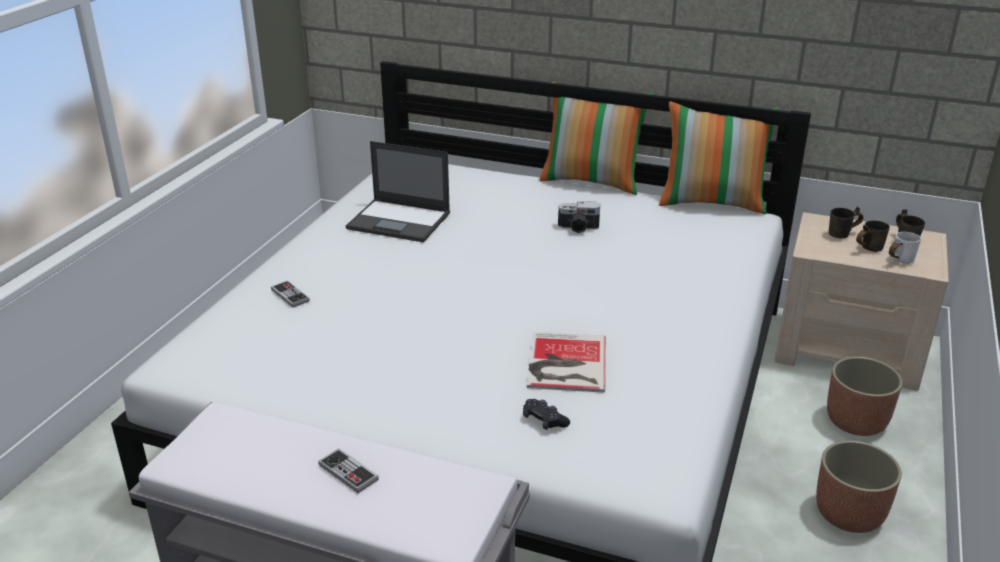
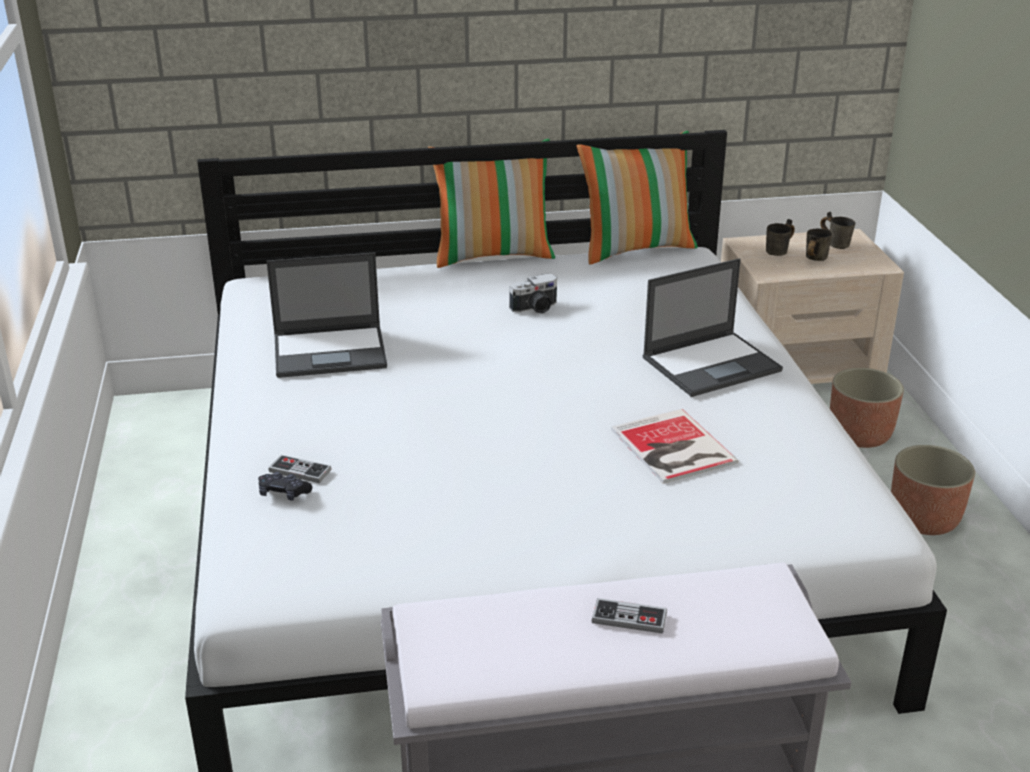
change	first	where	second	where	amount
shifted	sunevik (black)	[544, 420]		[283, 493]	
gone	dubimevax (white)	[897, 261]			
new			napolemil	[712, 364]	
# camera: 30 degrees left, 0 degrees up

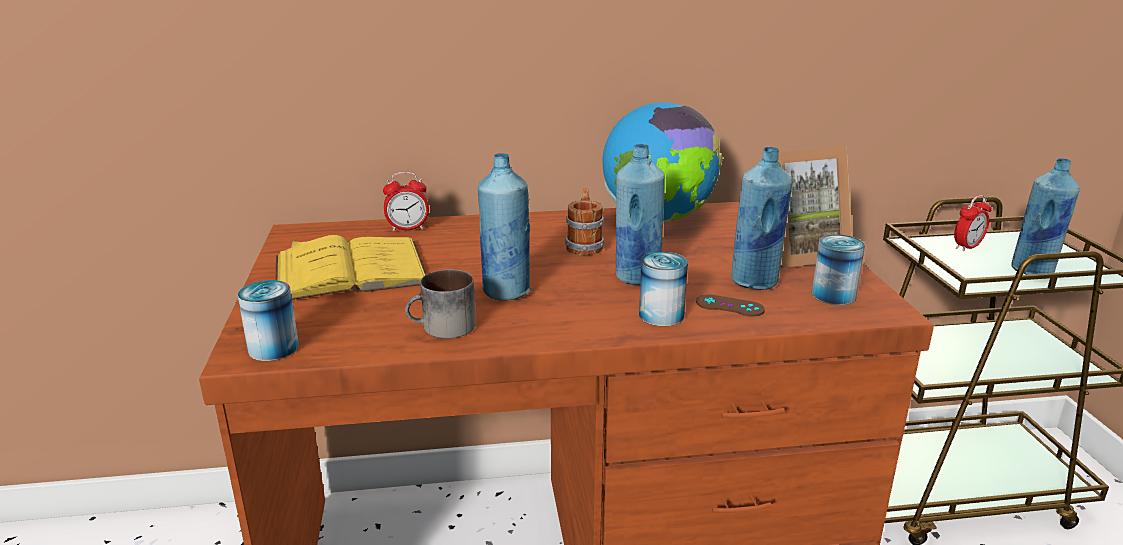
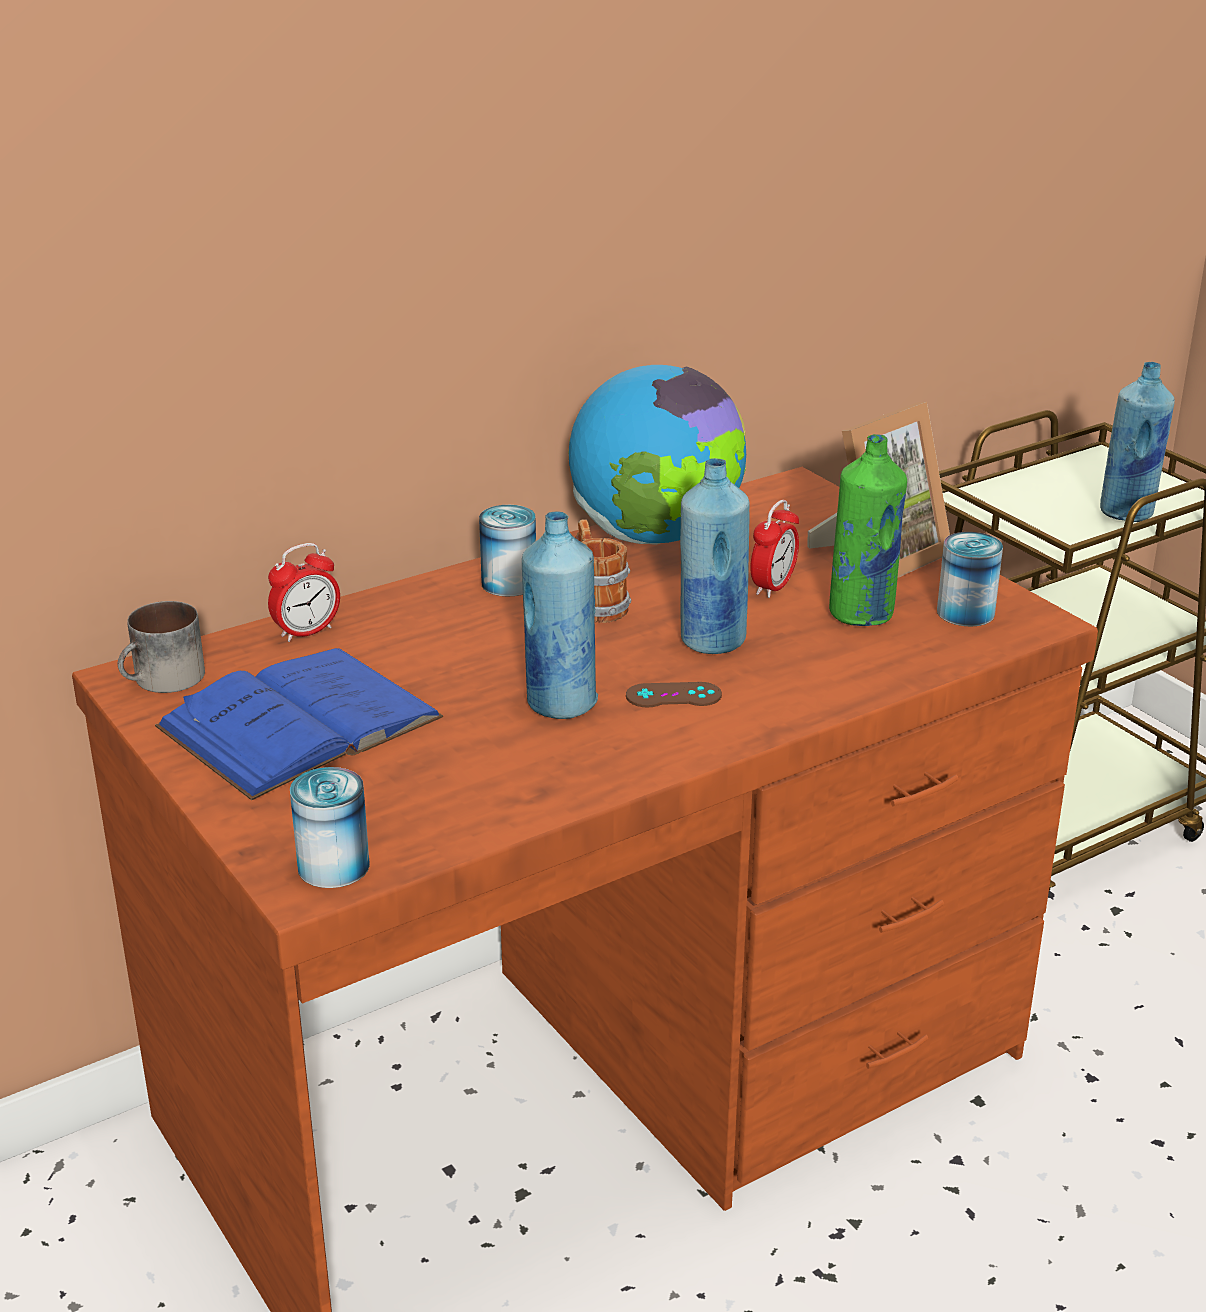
change	first	where	second	where	amount
repainted	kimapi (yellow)	[350, 270]	kimapi (blue)	[299, 722]	
shifted	dubimevax	[443, 328]		[164, 681]	
shifted	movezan	[661, 315]		[509, 583]	
shifted	sunevik (brown)	[730, 306]		[673, 696]	
repainted	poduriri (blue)	[755, 282]	poduriri (green)	[862, 614]	
shifted	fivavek	[967, 247]		[773, 587]	
# camera: 25 degrees left, 5 degrees up

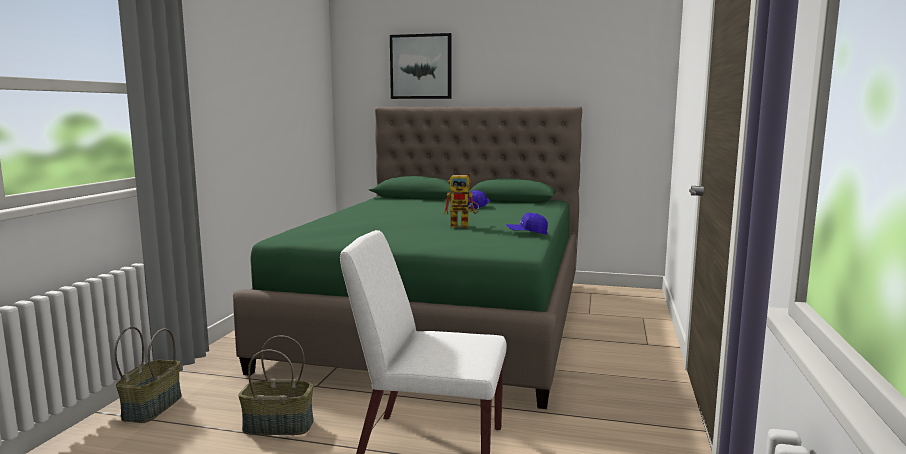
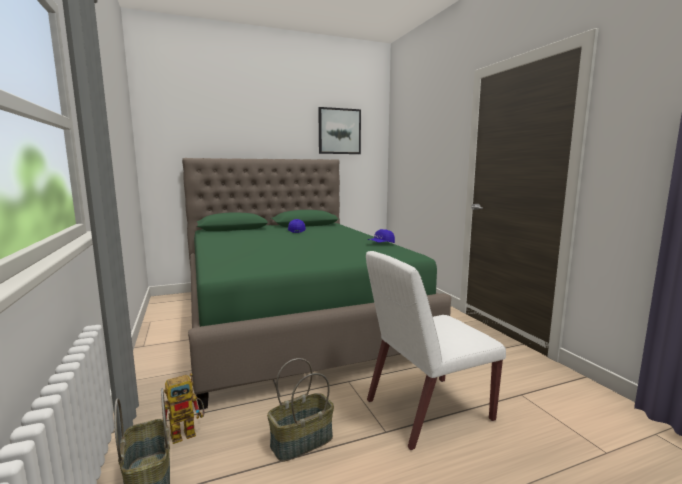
change	first	where	second	where	amount
shifted	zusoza	[421, 66]		[339, 131]	
shifted	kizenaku	[464, 226]		[188, 431]	
# camera: 35 degrees left, 0 degrees up

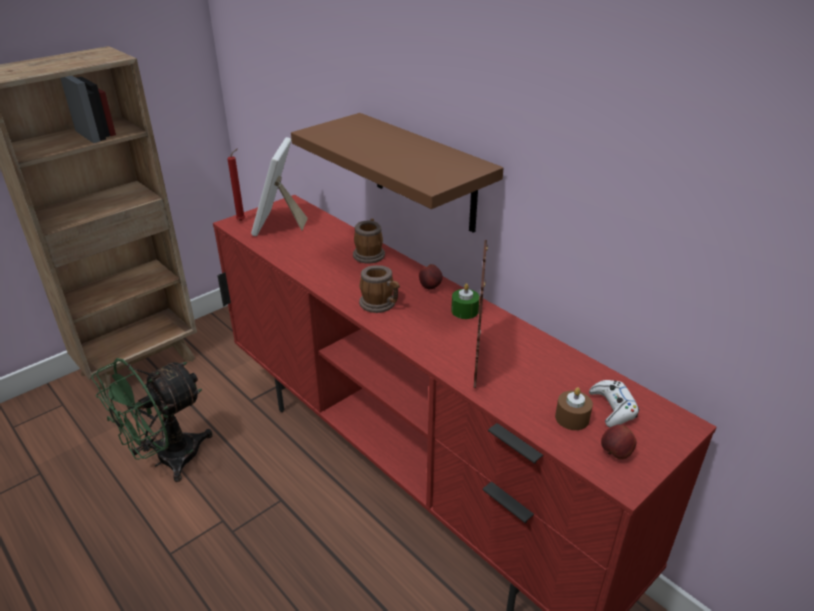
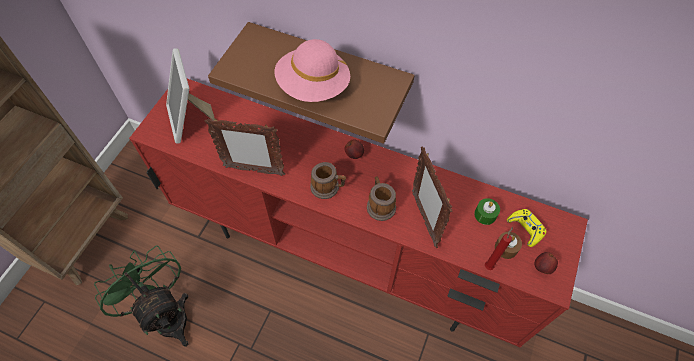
change	first	where	second	where	amount
rotated	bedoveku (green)	[167, 460]		[166, 314]	120 degrees clockwise
shifted	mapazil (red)	[242, 220]		[489, 265]	
shifted	dubimevax	[369, 253]		[380, 205]	
shifted	mapazil (green)	[464, 311]		[485, 214]	
repainted	sunevik (white)	[613, 408]	sunevik (yellow)	[525, 228]	
new			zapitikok	[253, 170]	
new			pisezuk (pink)	[313, 86]	
# camera: 25 degrees left, 25 degrees up

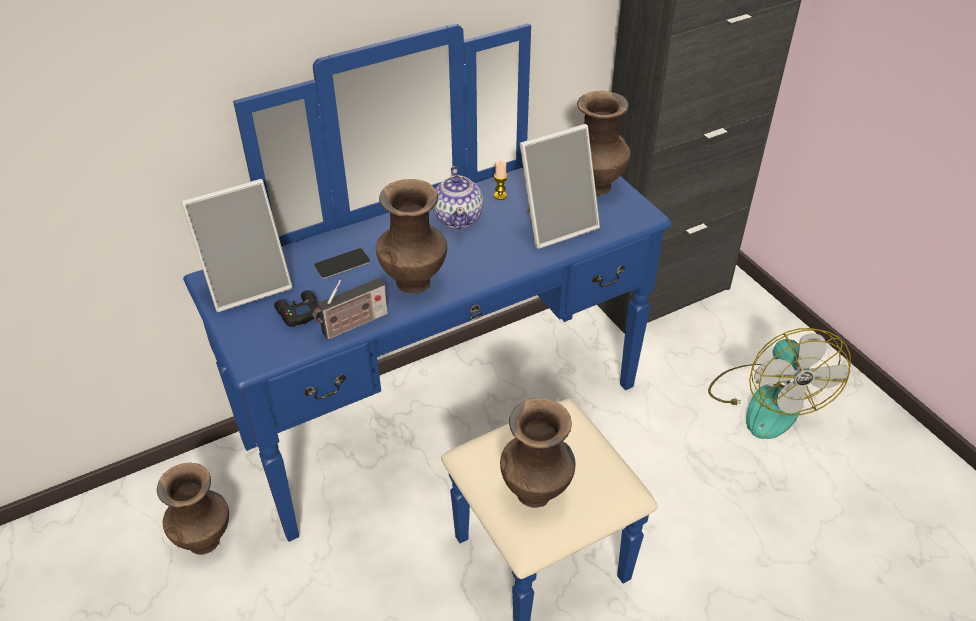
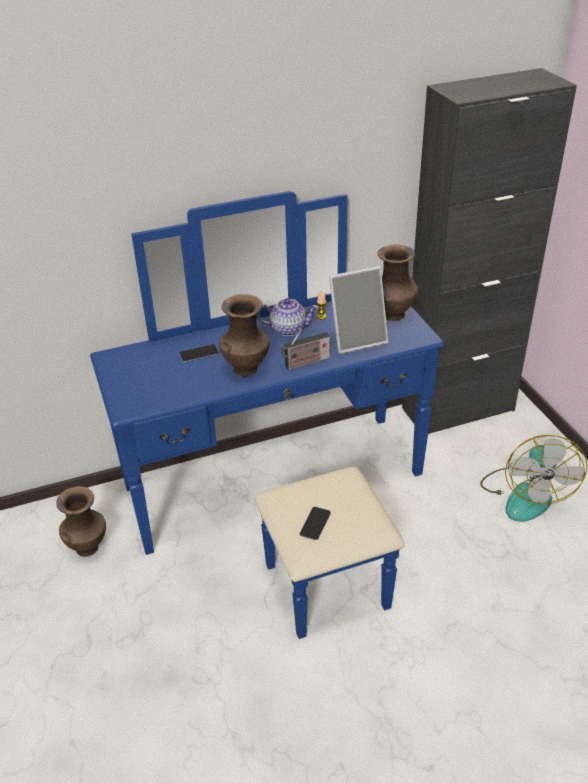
change	first	where	second	where	amount
gone	zapitikok	[248, 284]			
gone	sunevik (black)	[298, 312]			
shifted	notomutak	[352, 325]		[305, 363]	
rotated	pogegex	[458, 217]		[288, 329]	90 degrees counterclockwise
swapped	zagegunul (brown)	[536, 491]	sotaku	[315, 523]	
# camera: 10 degrees right, 5 degrees down

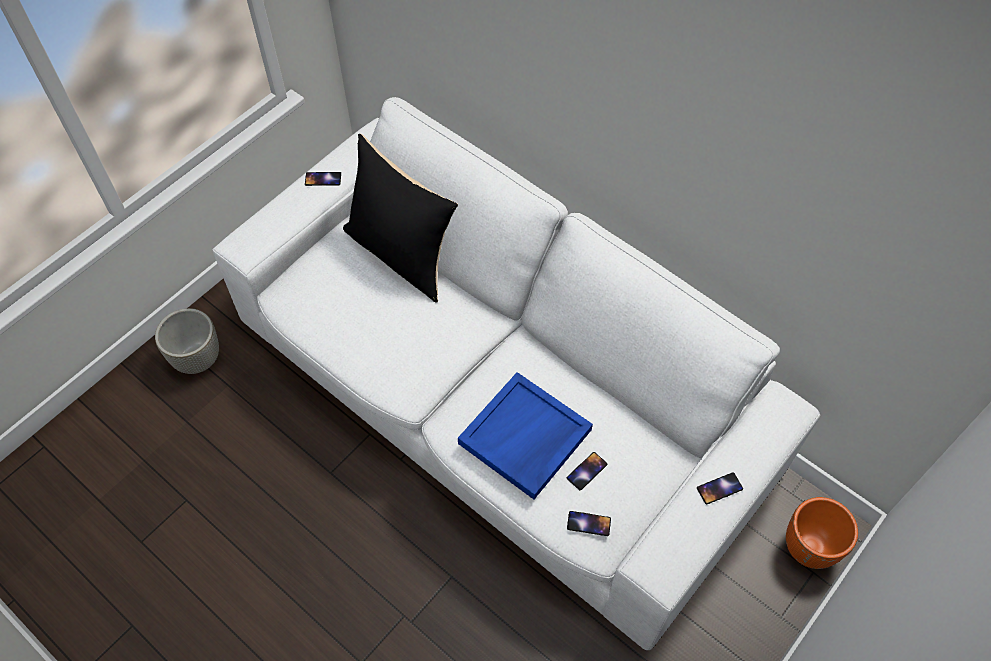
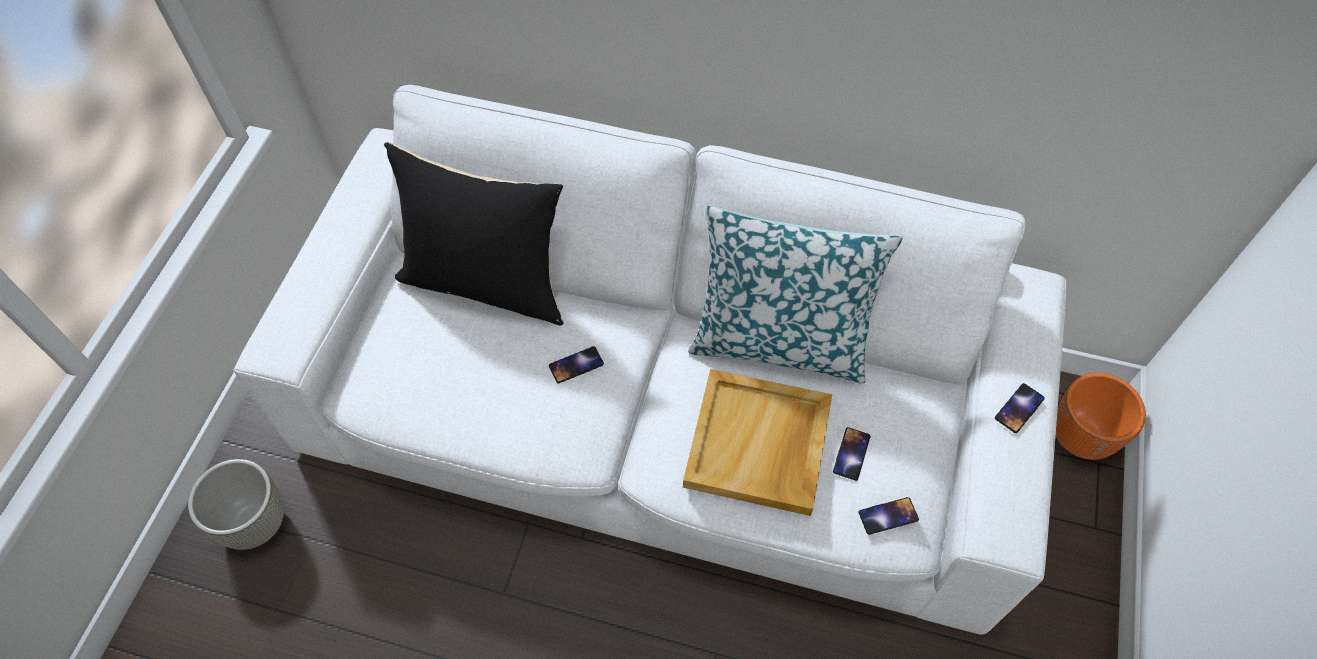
change	first	where	second	where	amount
shifted	sotaku	[323, 179]		[576, 365]	
repainted	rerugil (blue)	[525, 438]	rerugil (beige)	[759, 445]	
new			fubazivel	[779, 342]	
# camera: 25 degrees left, 0 degrees up

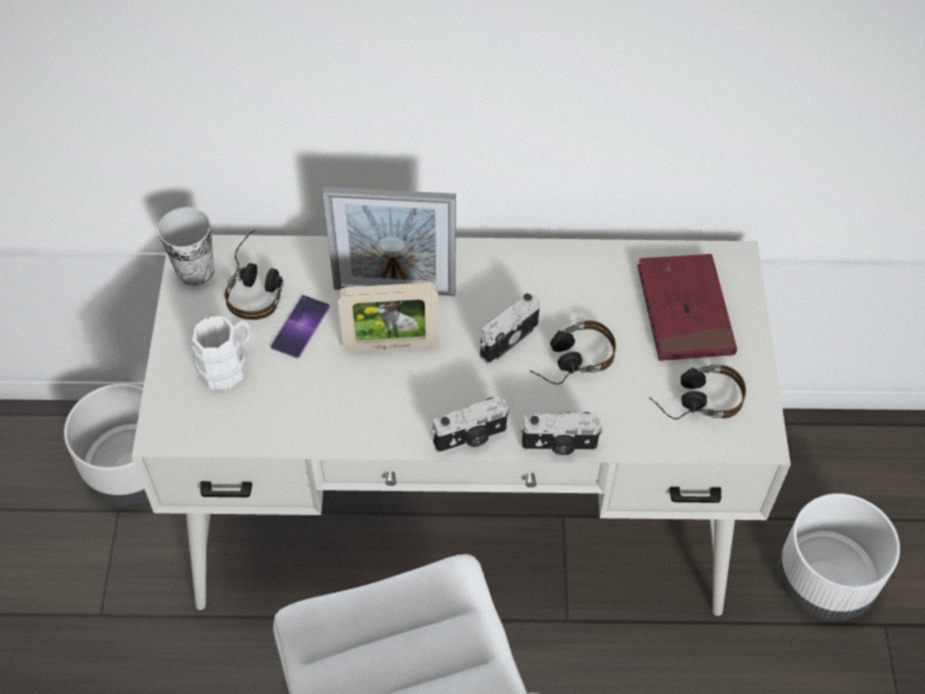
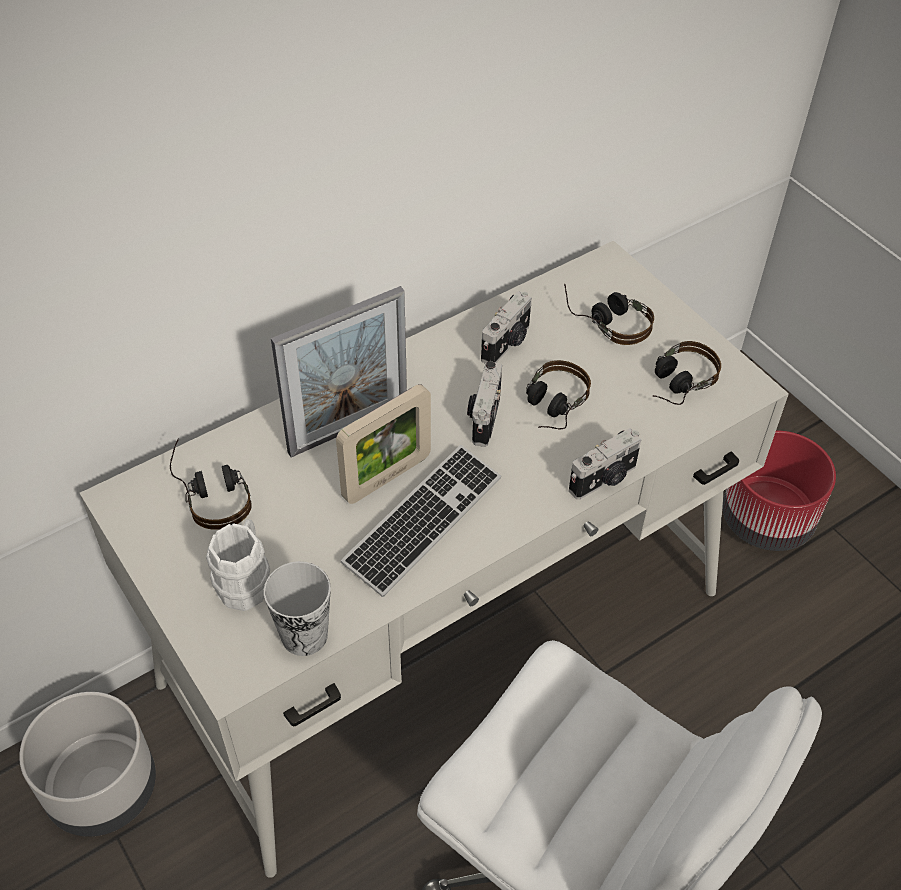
change	first	where	second	where	amount
shifted	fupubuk	[195, 270]		[304, 635]	
gone	sotaku	[300, 327]			
shifted	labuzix	[471, 438]		[507, 344]	
swapped	kimapi (red)	[684, 311]	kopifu	[606, 320]	
repainted	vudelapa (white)	[825, 580]	vudelapa (red)	[767, 520]	
new			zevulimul	[423, 521]	
# camera: 35 degrees left, 5 degrees down

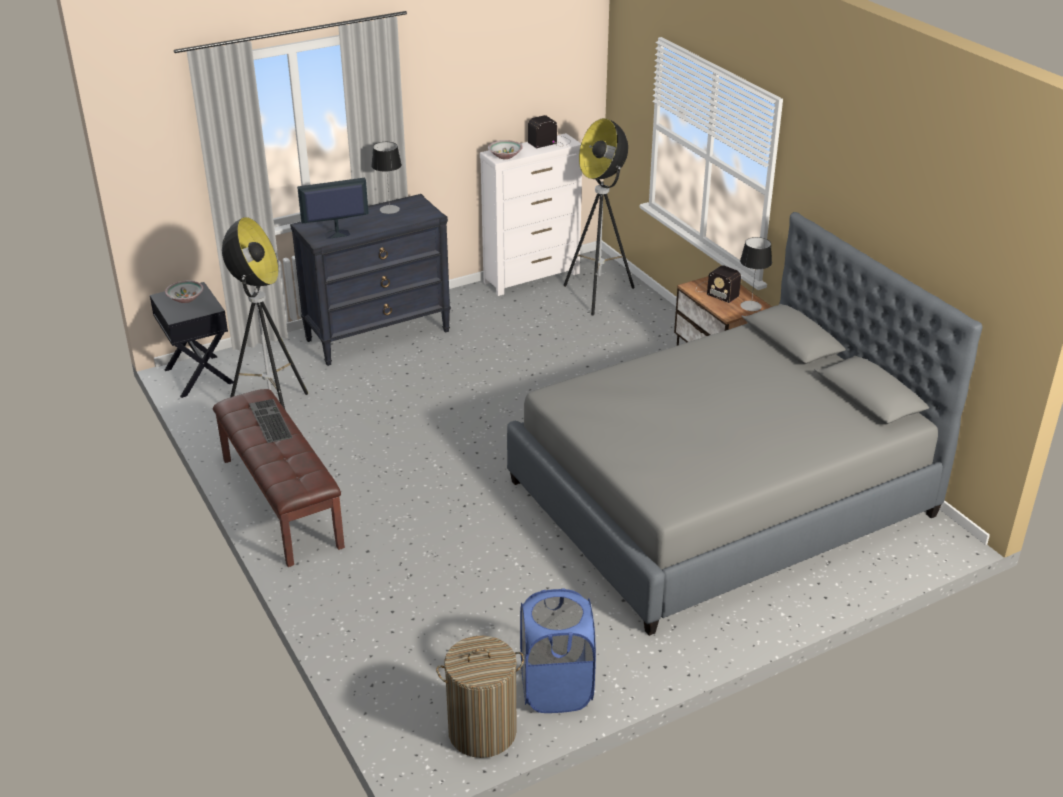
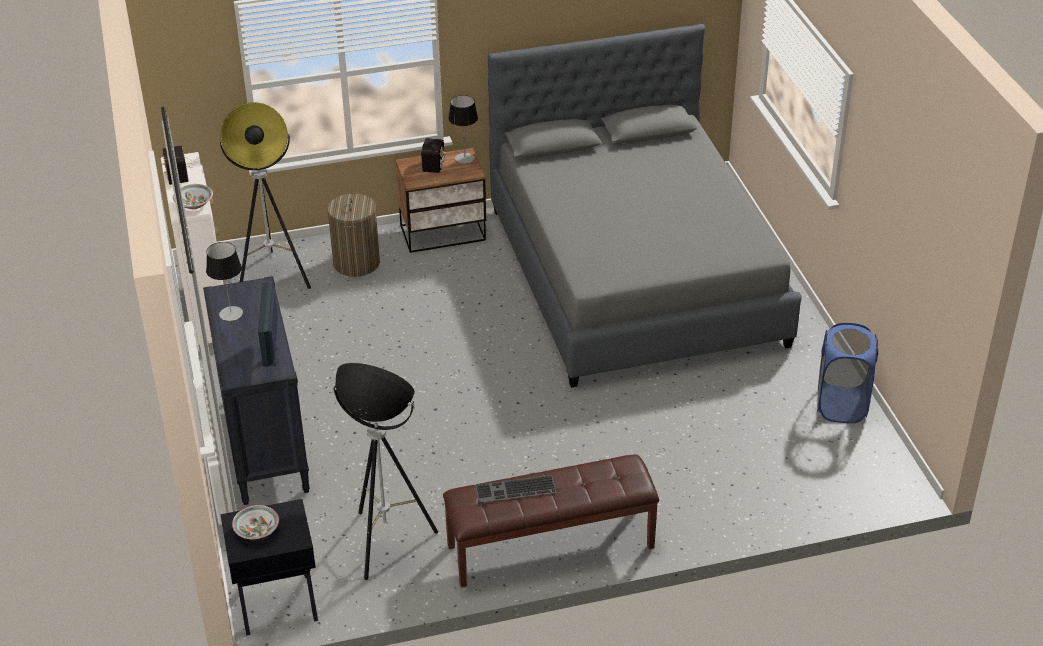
change	first	where	second	where	amount
shifted	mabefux	[482, 732]		[356, 263]	
rotated	notomutak	[715, 291]		[429, 170]	45 degrees counterclockwise
# camera: 75 degrees left, 5 degrees up

